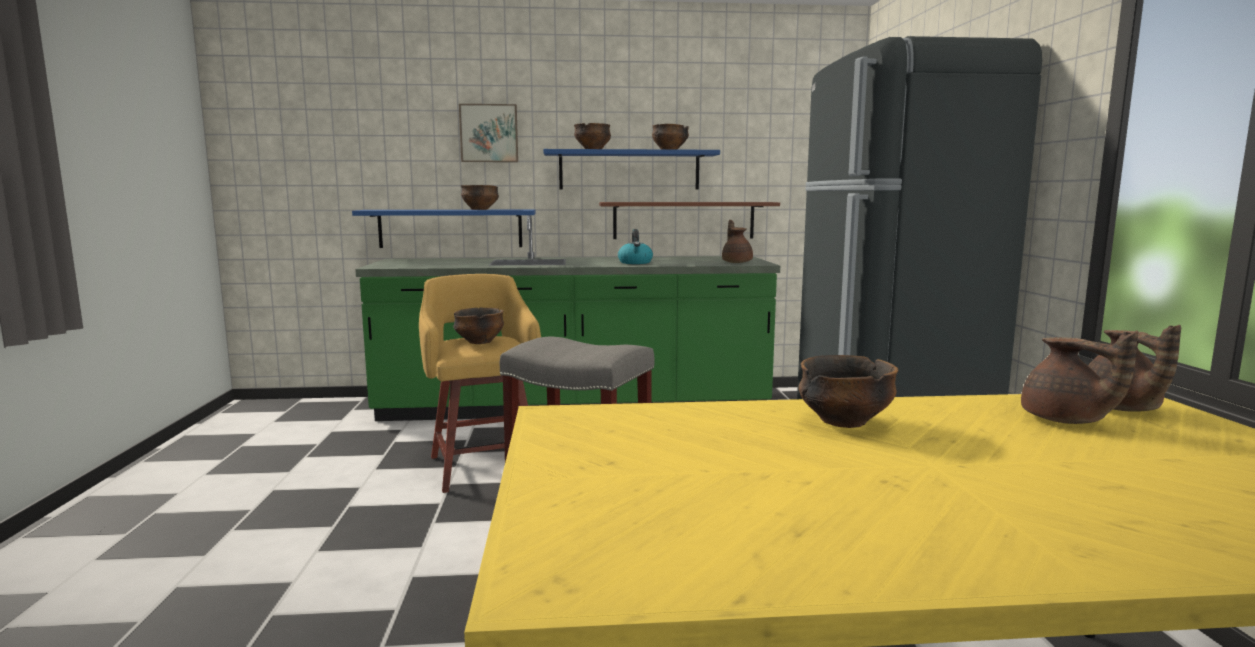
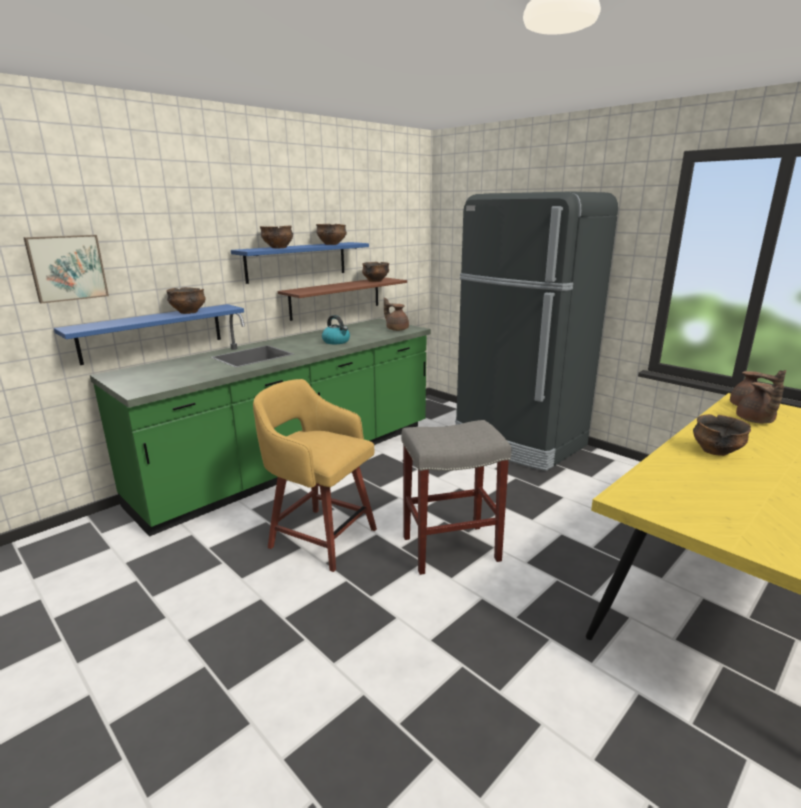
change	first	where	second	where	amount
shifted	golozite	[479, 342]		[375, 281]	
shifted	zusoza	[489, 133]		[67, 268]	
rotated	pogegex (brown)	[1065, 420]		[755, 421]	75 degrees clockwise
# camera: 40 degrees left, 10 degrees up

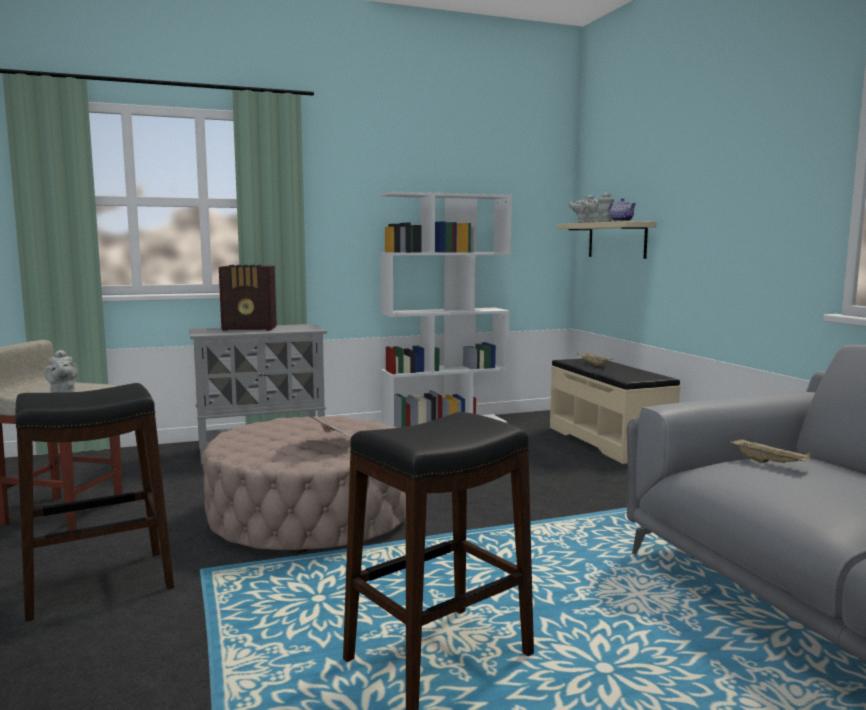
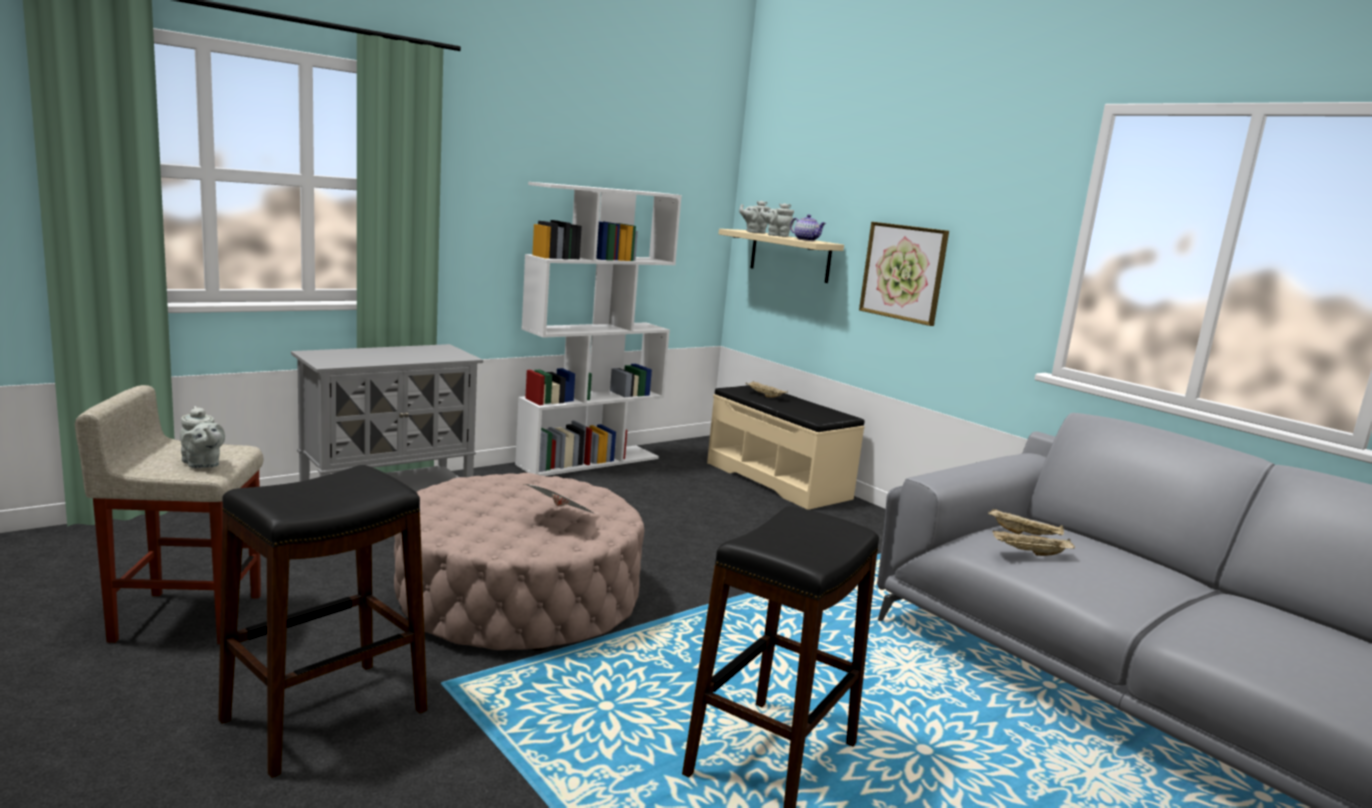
change	first	where	second	where	amount
gone	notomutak	[250, 328]			
new			zusoza	[903, 272]	
new			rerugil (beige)	[1030, 553]	
# camera: 20 degrees left, 5 degrees up

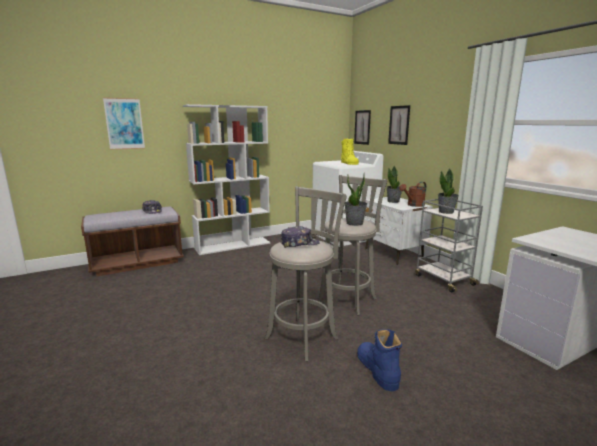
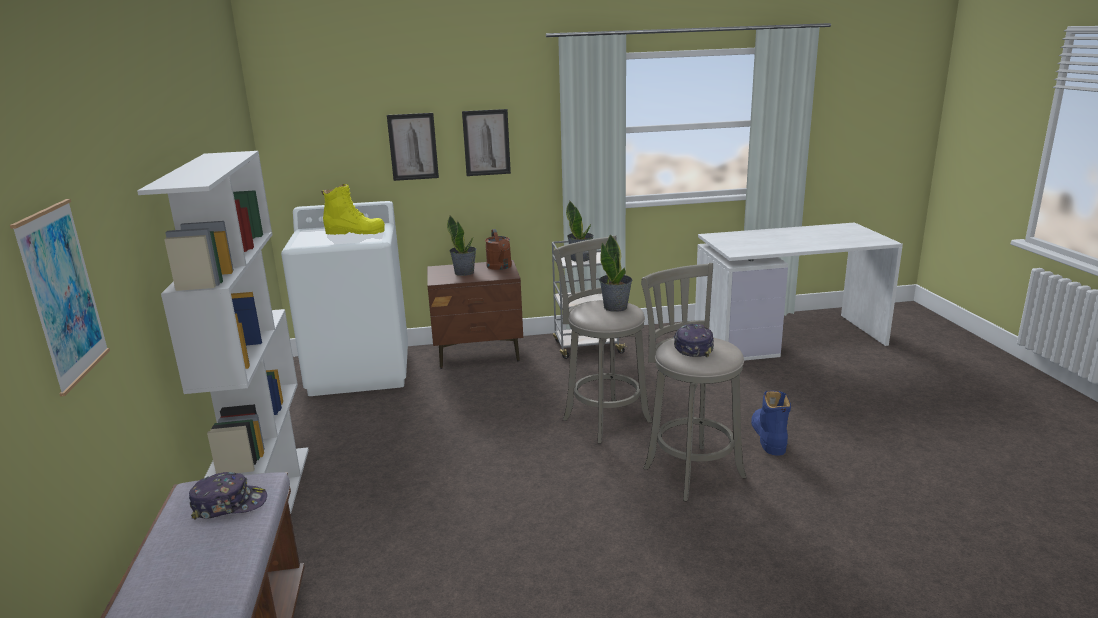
change	first	where	second	where	amount
shifted	zusoza	[362, 127]		[486, 142]	
rotated	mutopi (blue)	[377, 370]		[768, 437]	90 degrees clockwise
repainted	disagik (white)	[393, 254]	disagik (brown)	[479, 353]	
# camera: 70 degrees left, 5 degrees up

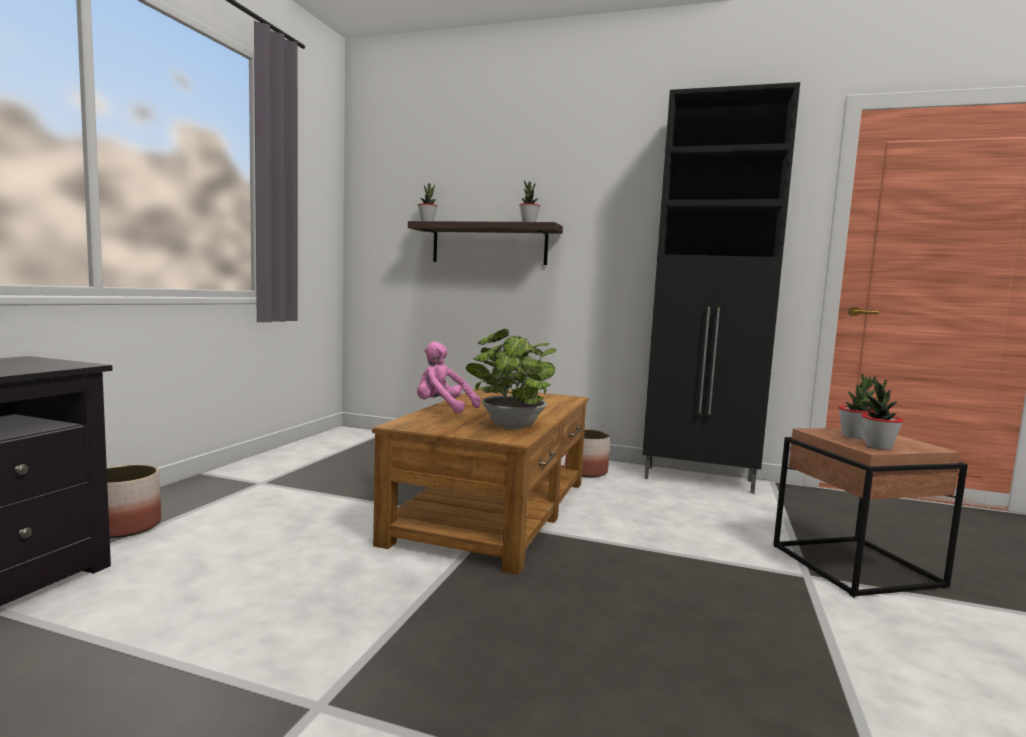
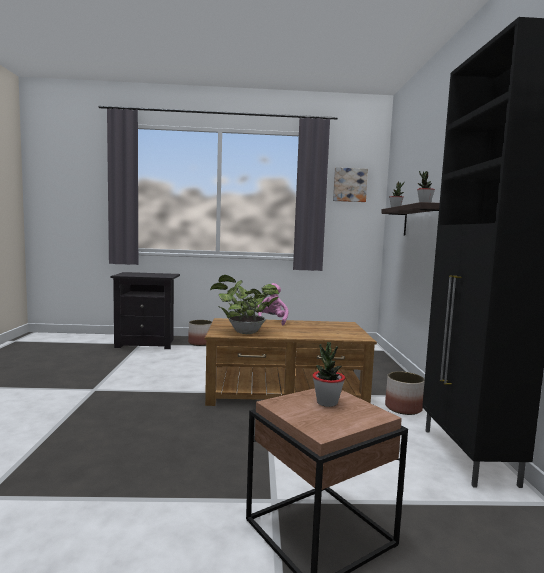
change	first	where	second	where	amount
gone	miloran	[878, 447]			
new			zusoza	[349, 185]	
# camera: 70 degrees right, 0 degrees up

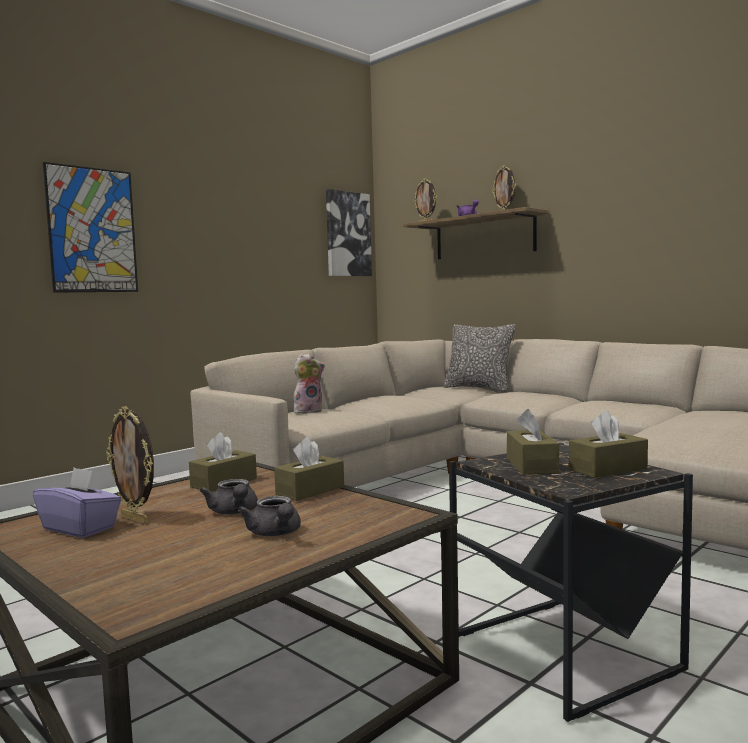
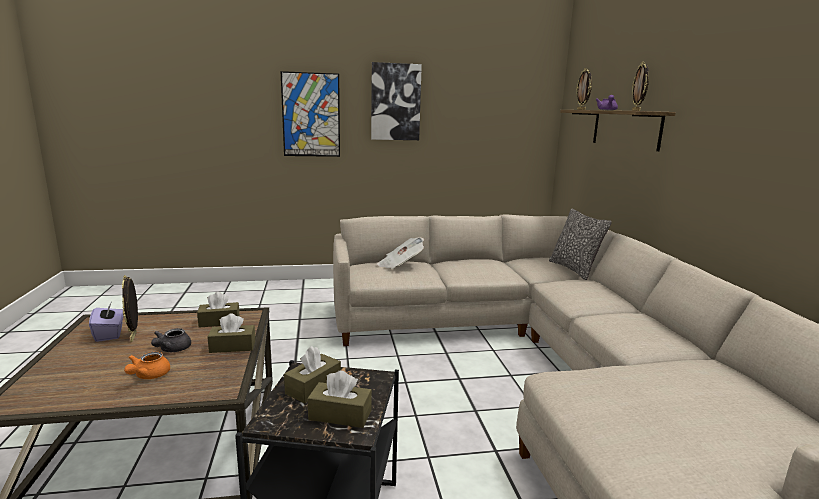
change	first	where	second	where	amount
repainted	pogegex (grey)	[275, 534]	pogegex (orange)	[148, 376]	
swapped	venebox	[308, 411]	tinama	[400, 265]	
shifted	zusoza	[347, 234]		[395, 102]	
# camera: 35 degrees right, 10 degrees up

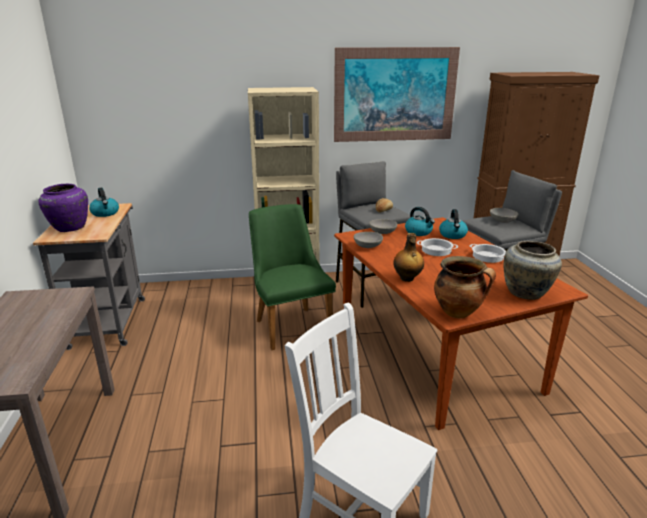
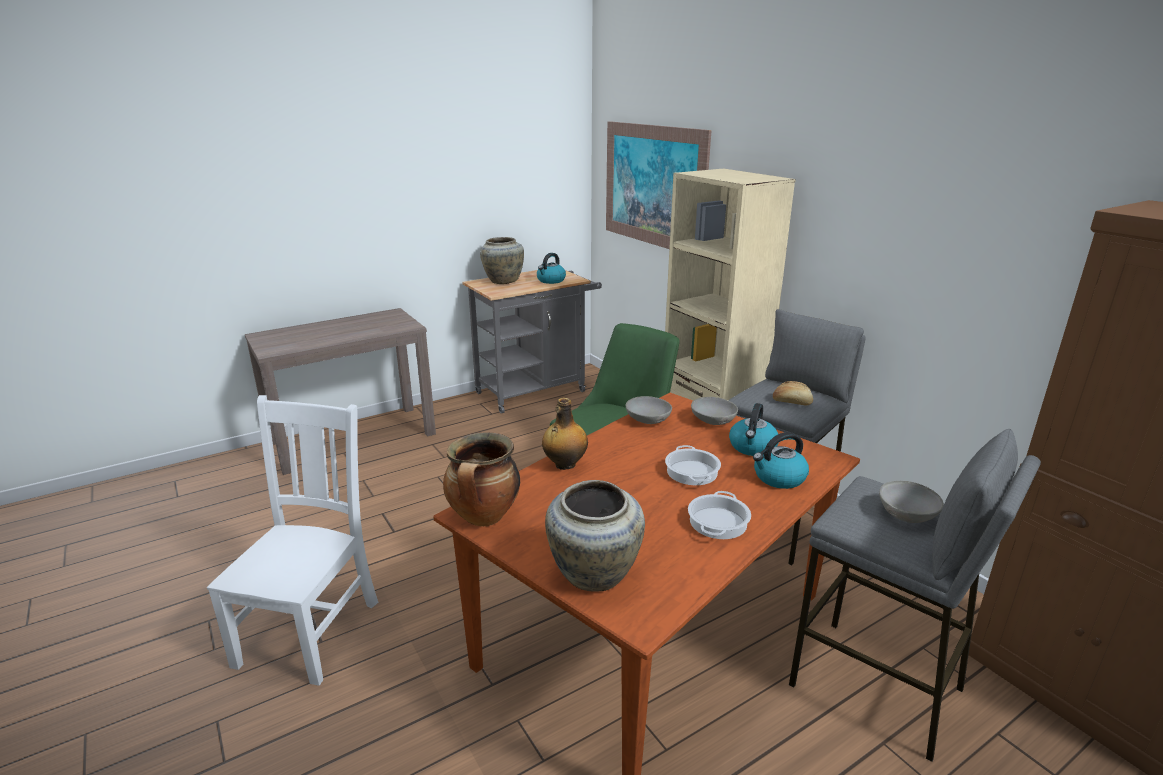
change	first	where	second	where	amount
repainted	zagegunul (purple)	[69, 228]	zagegunul (beige)	[503, 281]	
shifted	zusoza	[395, 95]		[653, 186]	
# camera: 65 degrees right, 0 degrees up

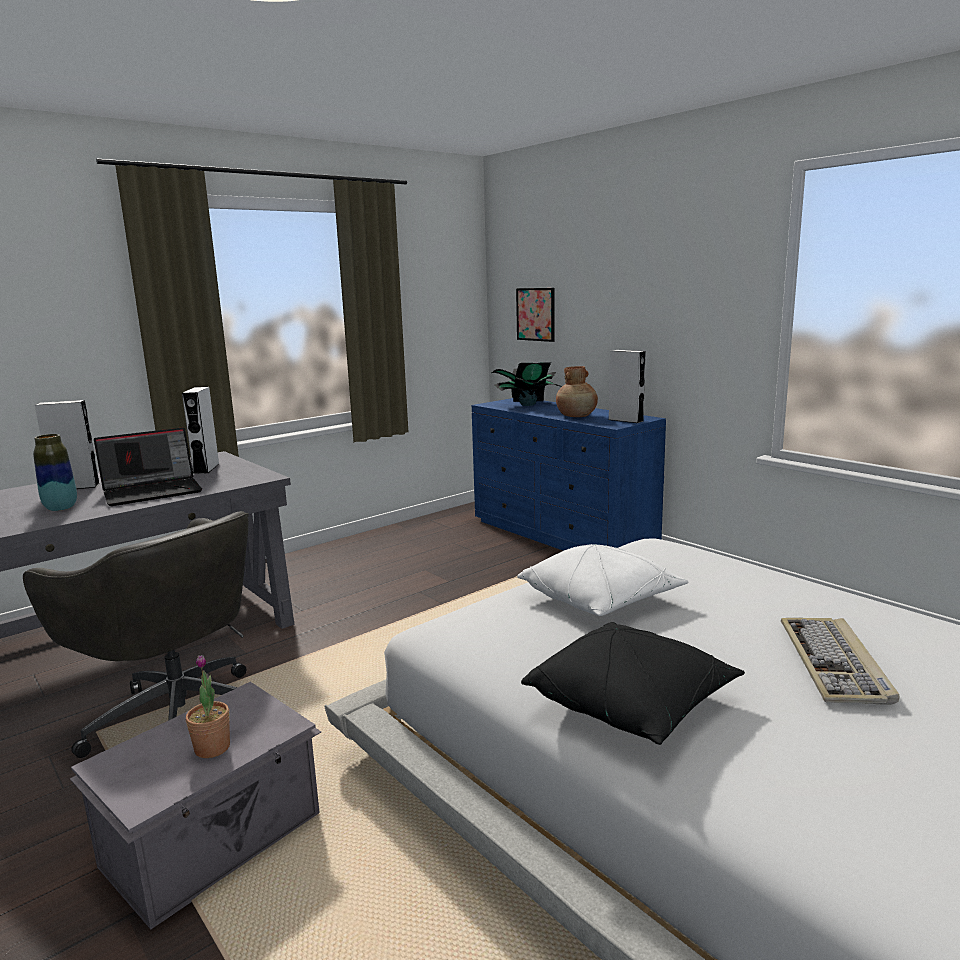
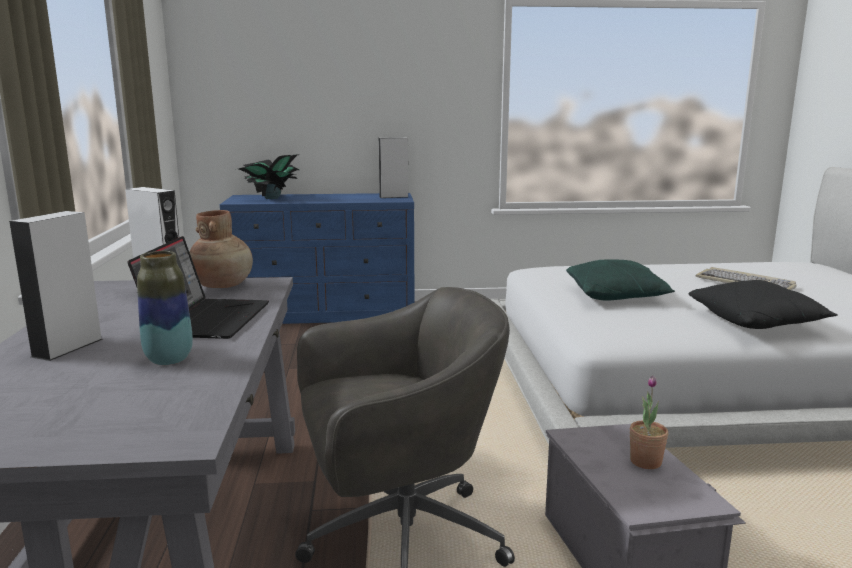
change	first	where	second	where	amount
gone	zusoza	[535, 314]			
repainted	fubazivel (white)	[601, 600]	fubazivel (green)	[616, 296]	
shifted	zagegunul (brown)	[577, 416]		[223, 285]	
# camera: 55 degrees left, 0 degrees up

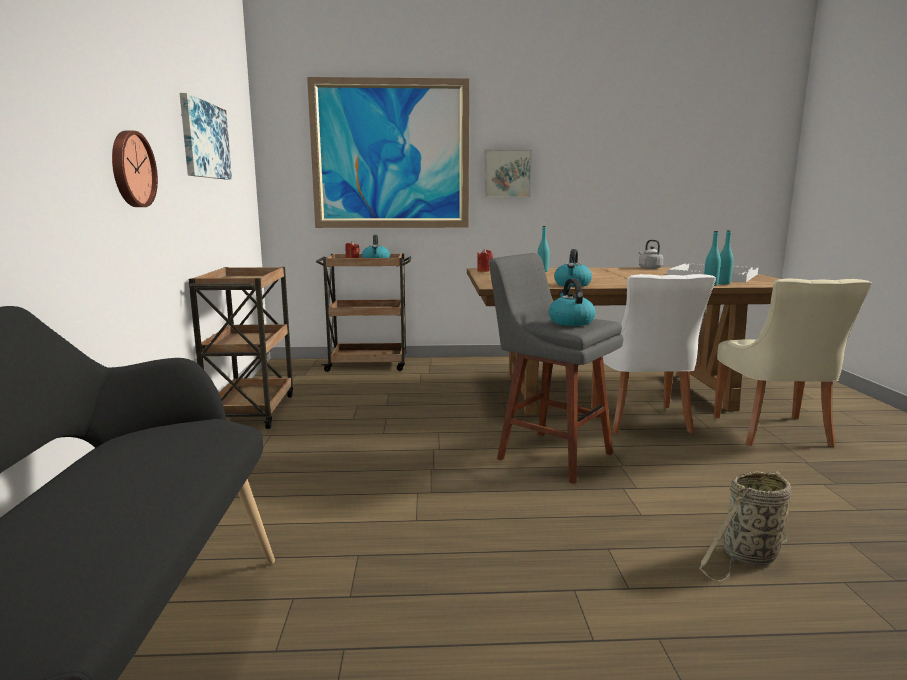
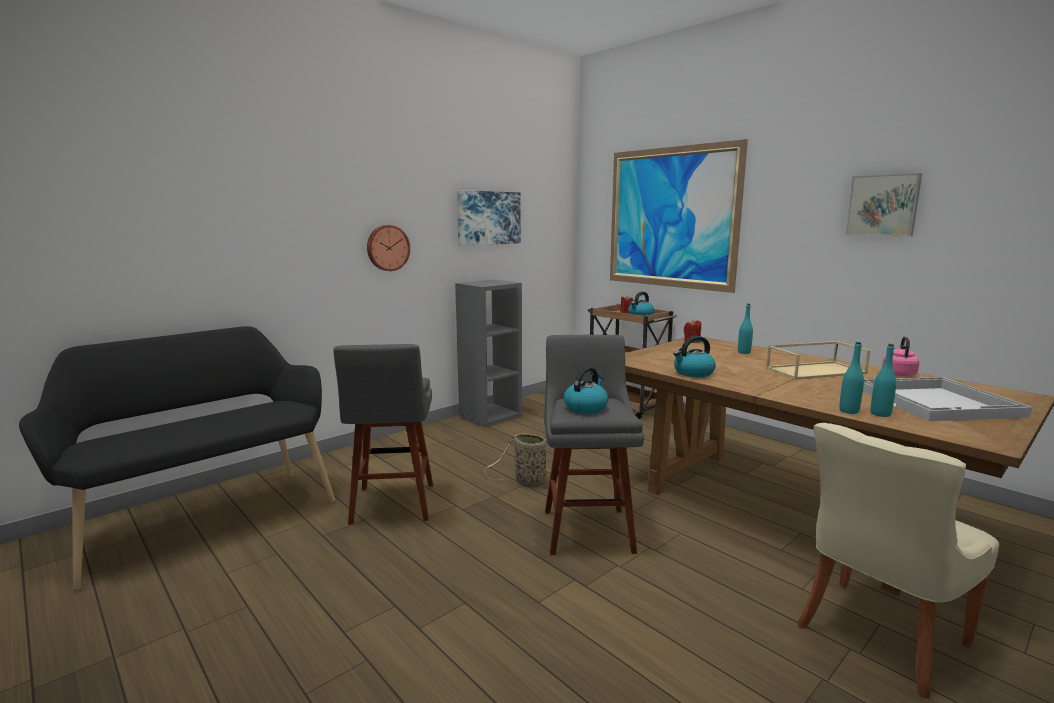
change	first	where	second	where	amount
swapped	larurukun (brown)	[252, 410]	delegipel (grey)	[490, 415]	
shifted	zusoza	[507, 174]		[883, 205]	
gone	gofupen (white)	[642, 421]			
repainted	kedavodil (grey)	[649, 268]	kedavodil (pink)	[898, 373]	
shifted	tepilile	[748, 557]		[528, 483]	
new			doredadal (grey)	[392, 506]	
new			rerugil (beige)	[815, 370]	
# camera: 50 degrees right, 0 degrees up

